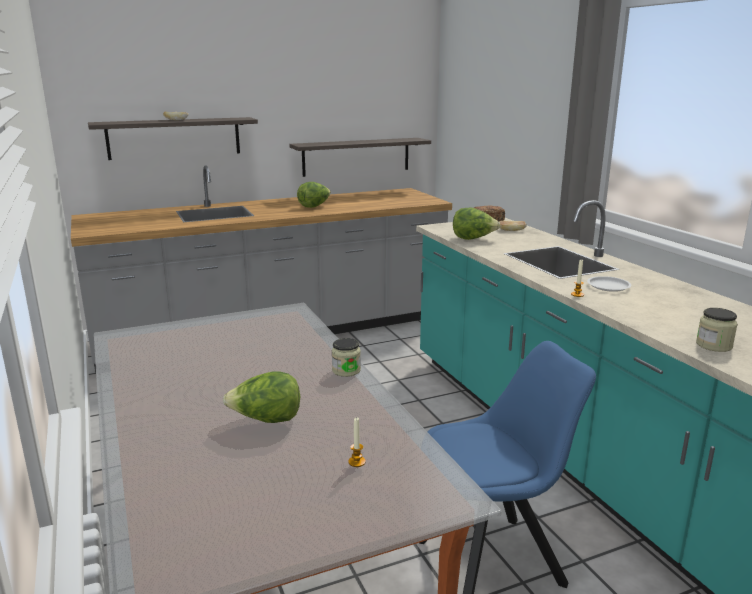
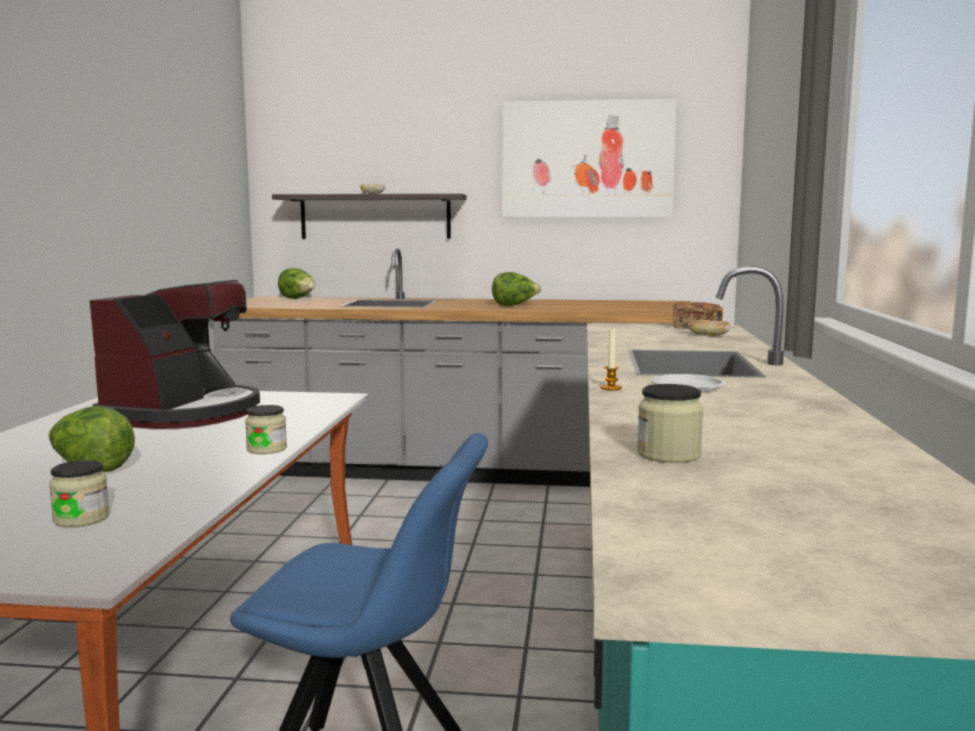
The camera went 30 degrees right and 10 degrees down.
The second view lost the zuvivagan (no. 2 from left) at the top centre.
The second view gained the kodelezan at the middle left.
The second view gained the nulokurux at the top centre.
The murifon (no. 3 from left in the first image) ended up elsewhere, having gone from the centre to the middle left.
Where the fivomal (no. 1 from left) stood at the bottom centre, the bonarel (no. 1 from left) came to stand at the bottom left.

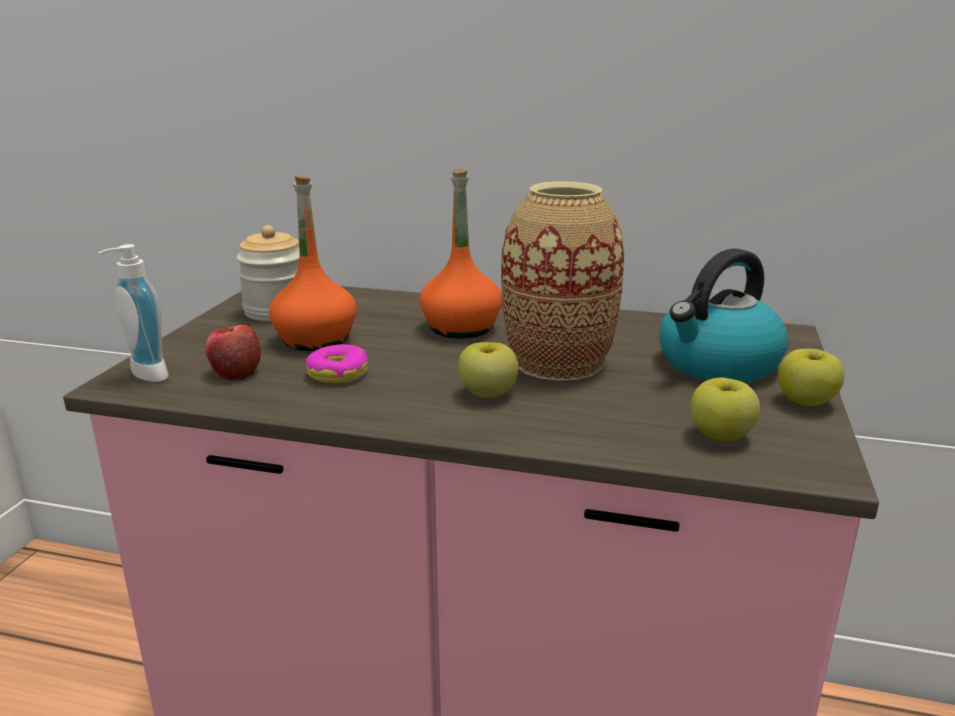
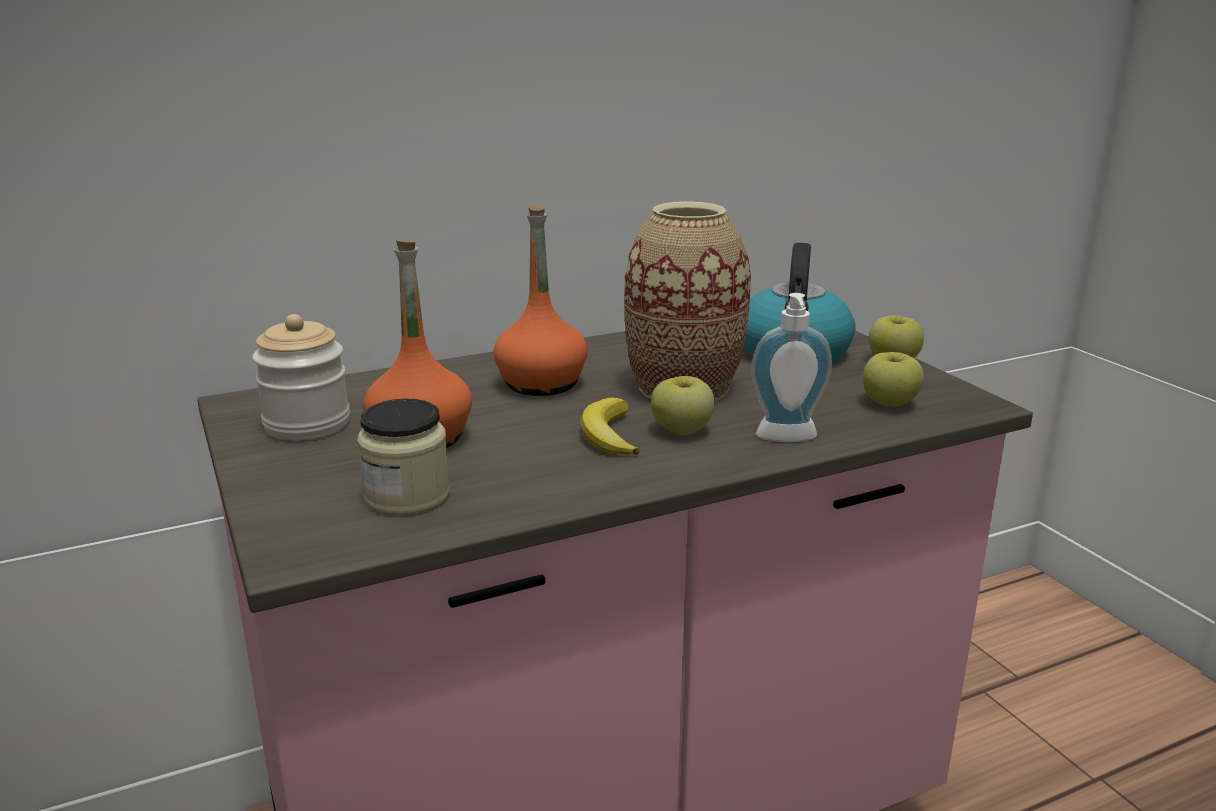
The camera went 40 degrees left and 0 degrees up.
The second view lost the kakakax at the centre.
The second view gained the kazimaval at the centre.
The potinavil ended up elsewhere, having gone from the middle left to the centre.
Where the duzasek (no. 1 from left) stood at the middle left, the bonarel (no. 2 from left) came to stand at the middle left.

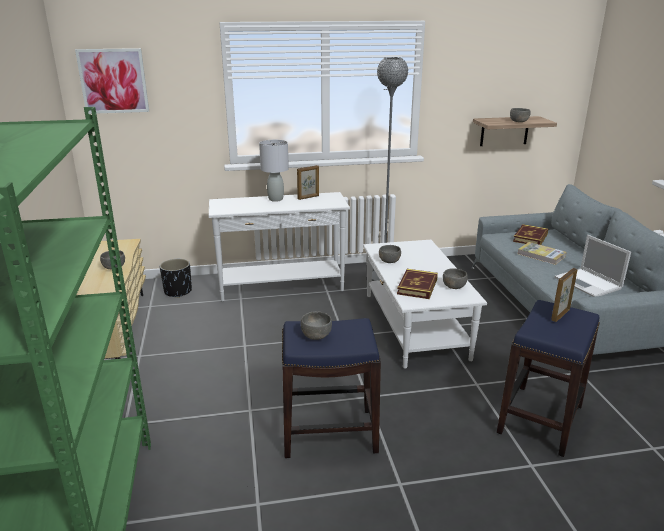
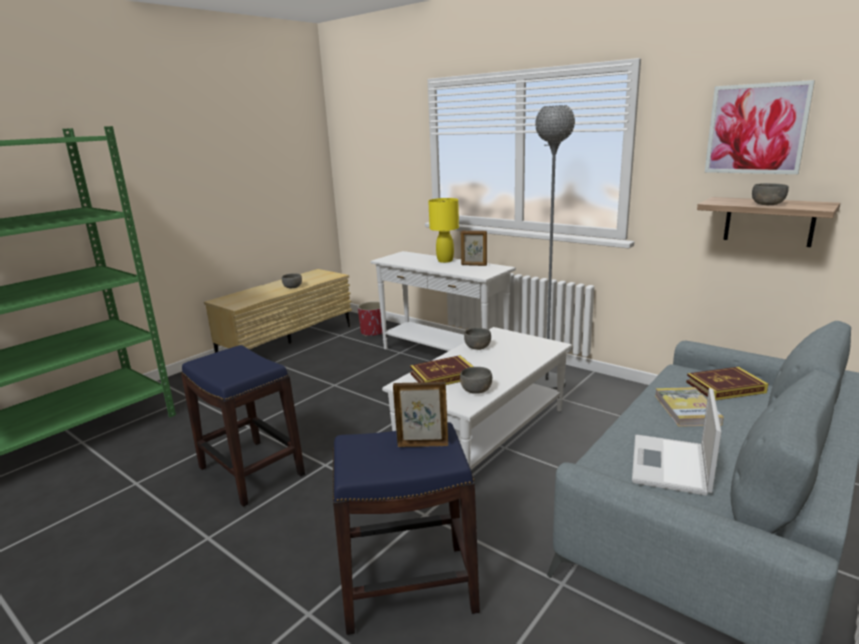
The camera went 50 degrees right and 5 degrees down.
The second view lost the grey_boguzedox (no. 2 from left) at the centre.
The nulokurux ended up elsewhere, having gone from the top left to the top right.
What was the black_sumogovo at the middle left turned into the red_sumogovo at the centre.
What was the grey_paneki at the top centre turned into the yellow_paneki at the centre.

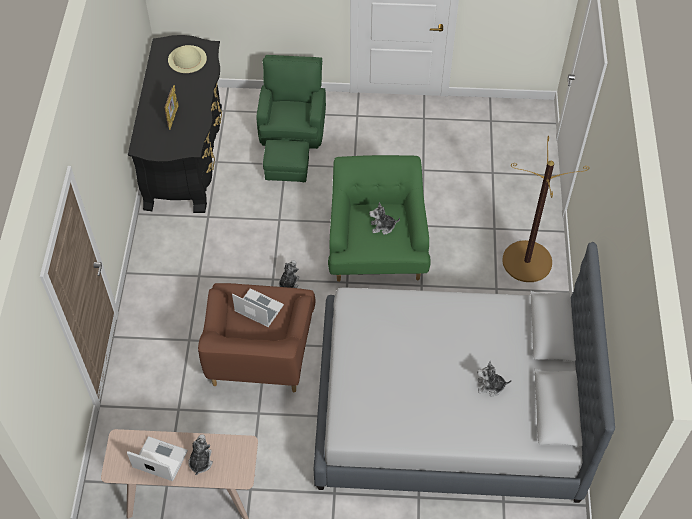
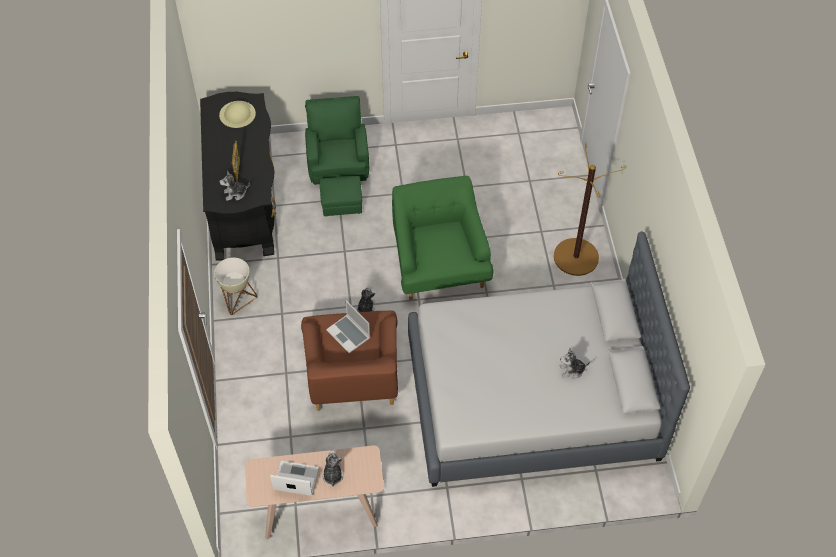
The camera went 10 degrees left and 0 degrees up.
The second view gained the sumogovo at the middle left.
The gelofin (no. 3 from left in the first image) ended up elsewhere, having gone from the centre to the middle left.
The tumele (no. 2 from left) at the centre ended up facing another way, 150 degrees counterclockwise from before.

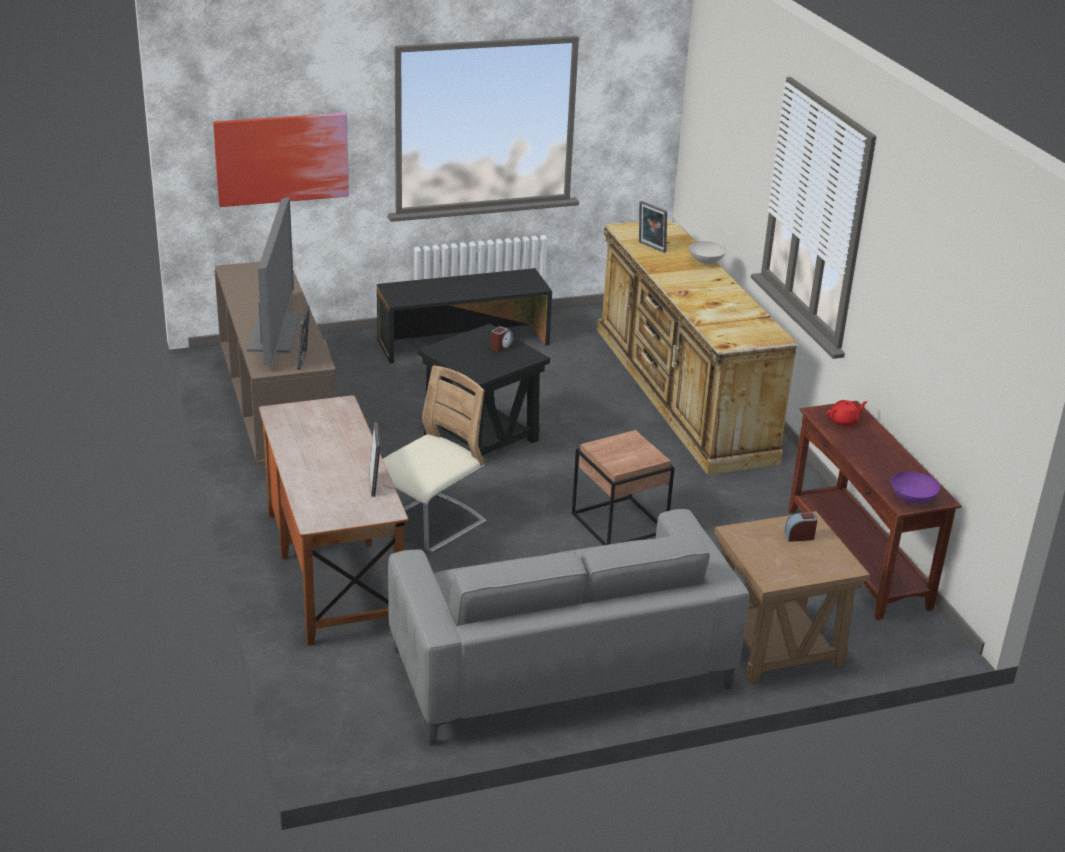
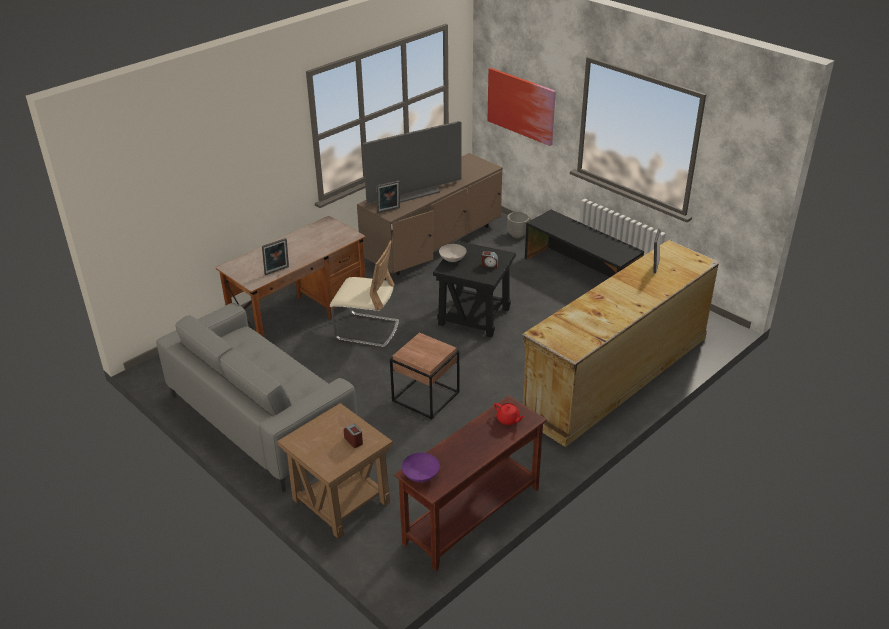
The camera went 65 degrees right and 5 degrees up.
The second view gained the sumogovo at the centre.
The white_boguzedox ended up elsewhere, having gone from the top centre to the centre.

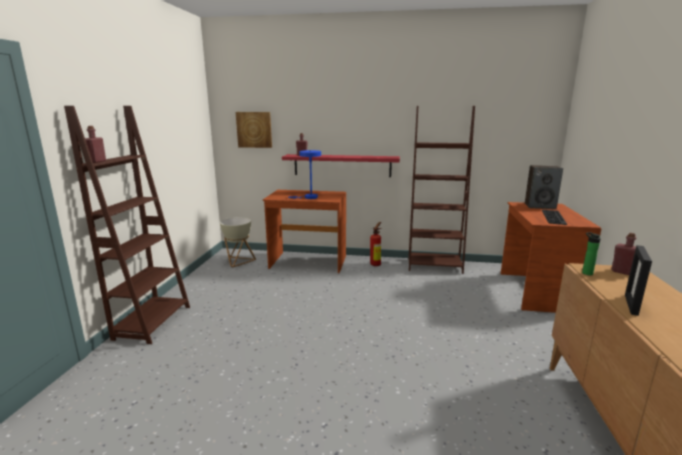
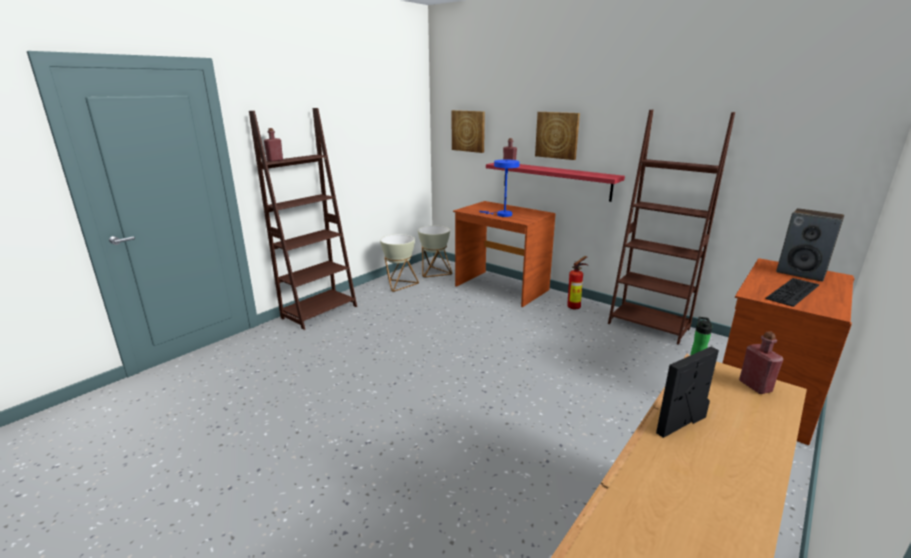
The camera went 30 degrees right and 5 degrees up.
The second view gained the sumogovo (no. 1 from left) at the centre.
The second view gained the nulokurux (no. 2 from left) at the top centre.

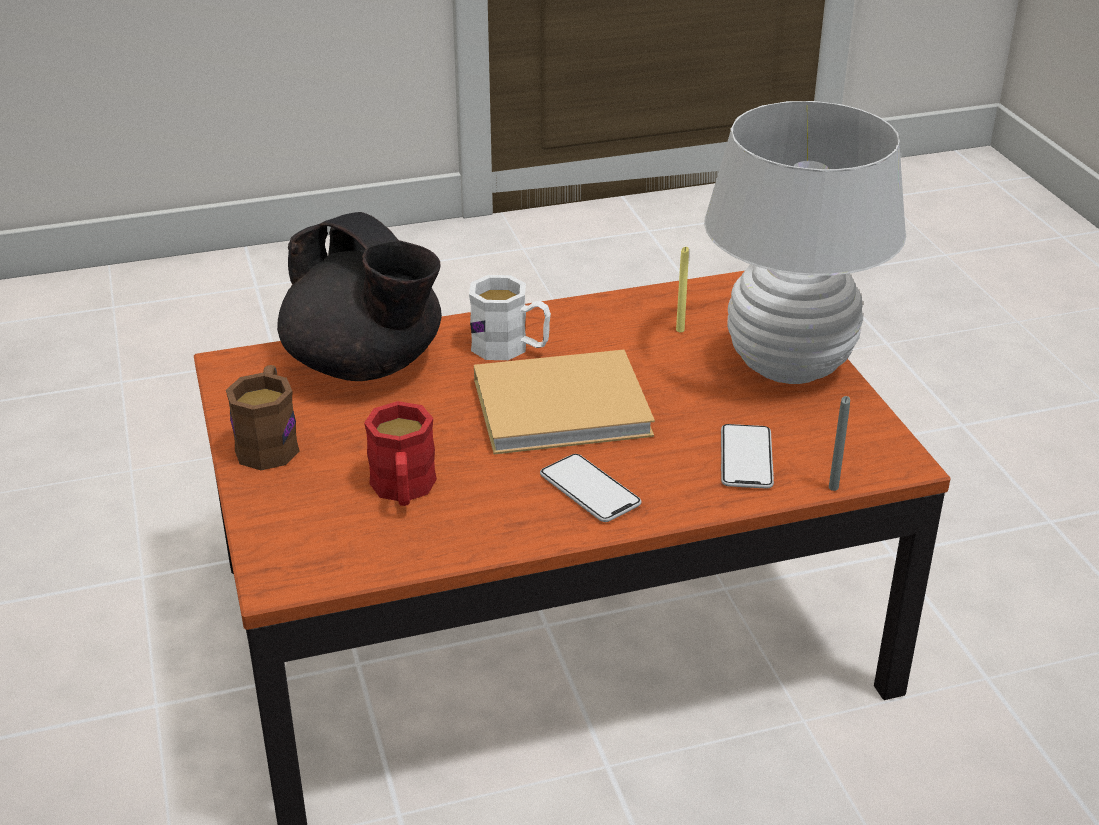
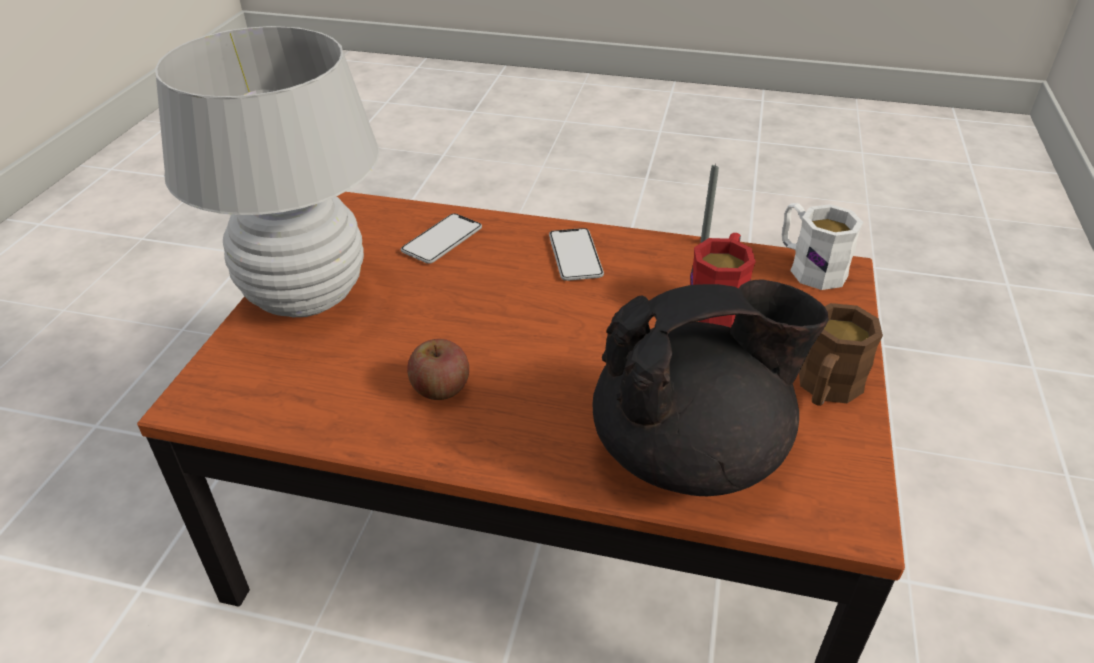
The camera went 150 degrees left and 5 degrees up.
The second view lost the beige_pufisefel at the centre.
The second view lost the yellow_fivomal at the centre.
The second view gained the duzasek at the centre.
The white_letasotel ended up elsewhere, having gone from the centre to the middle right.
The grey_fivomal ended up elsewhere, having gone from the middle right to the top centre.
The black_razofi at the middle left ended up facing another way, 90 degrees clockwise from before.

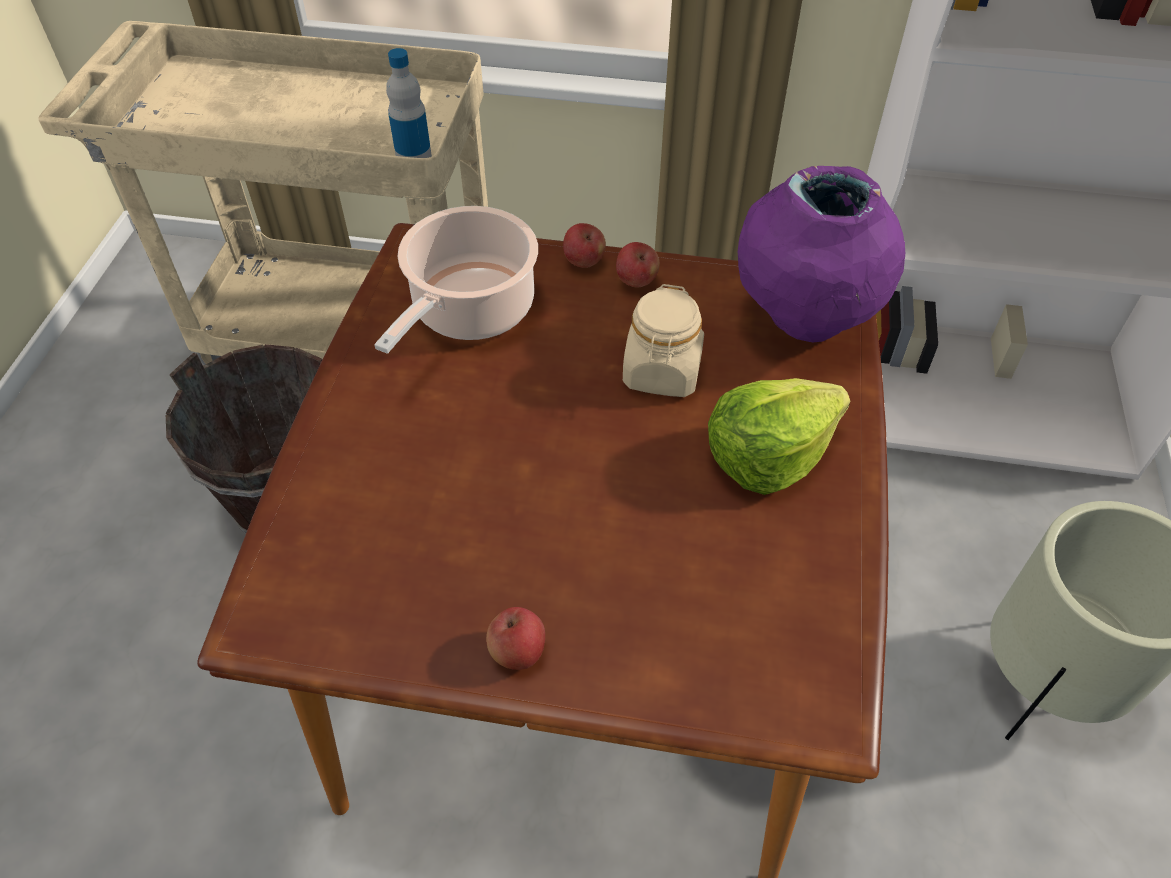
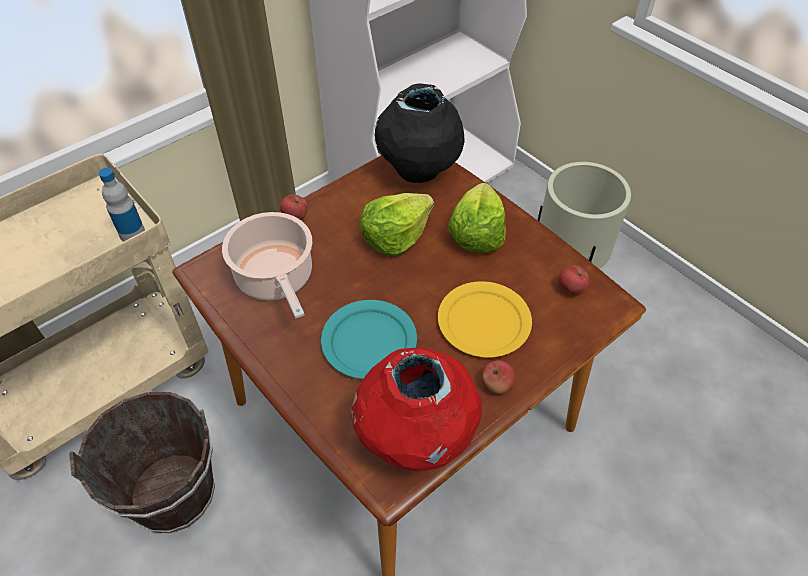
The camera went 50 degrees left and 0 degrees up.
The second view gained the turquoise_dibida at the centre.
The second view gained the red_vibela at the bottom centre.
The second view gained the yellow_dibida at the centre.
The duzasek (no. 3 from left) ended up elsewhere, having gone from the top centre to the middle right.
Where the beige_bonarel stood at the centre, the murifon (no. 1 from left) came to stand at the centre.
What was the purple_vibela at the top right turned into the black_vibela at the top centre.

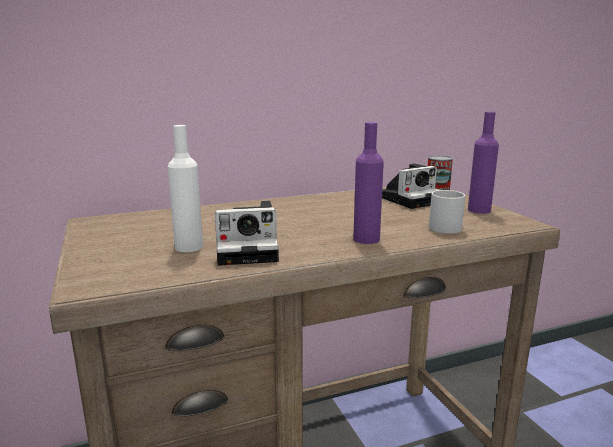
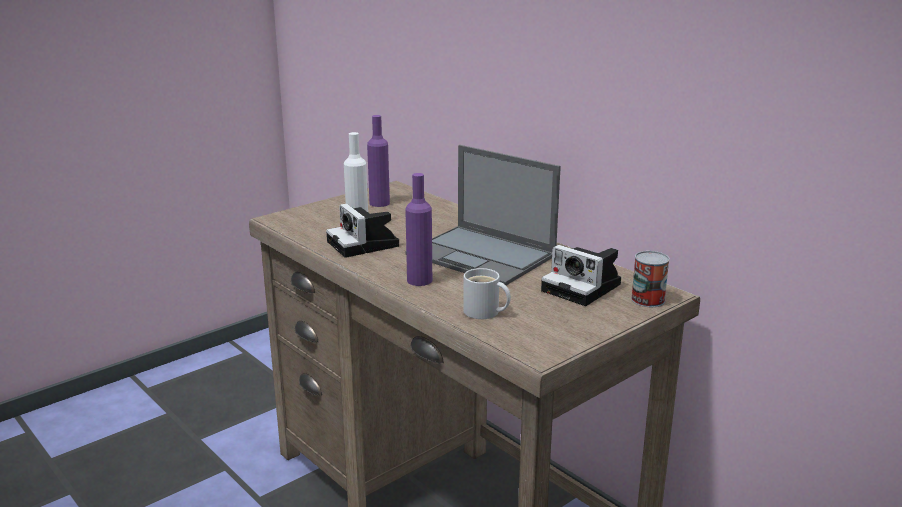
The camera went 70 degrees right and 5 degrees up.
The second view gained the tumele at the centre.
The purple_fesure (no. 2 from left in the first image) ended up elsewhere, having gone from the middle right to the top centre.

